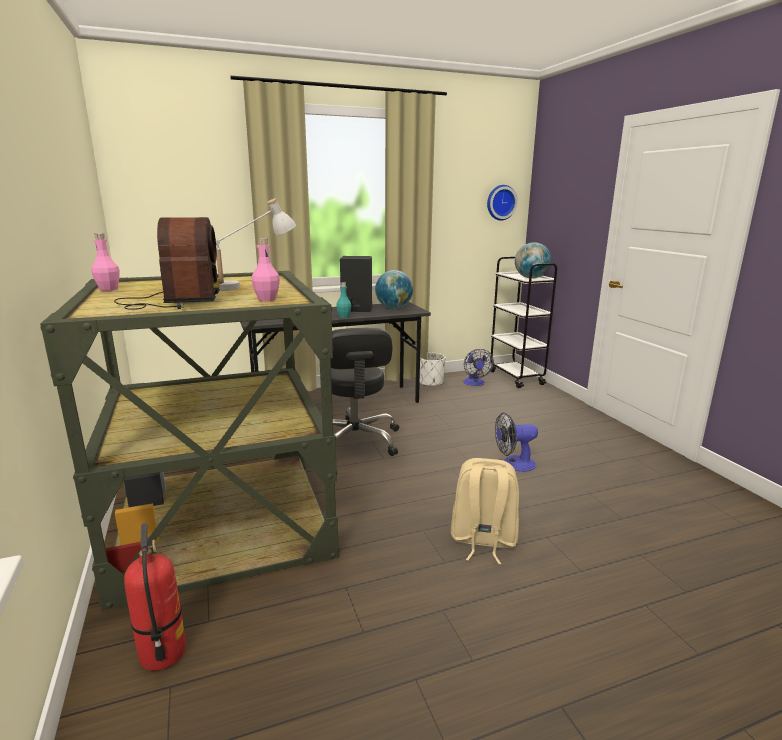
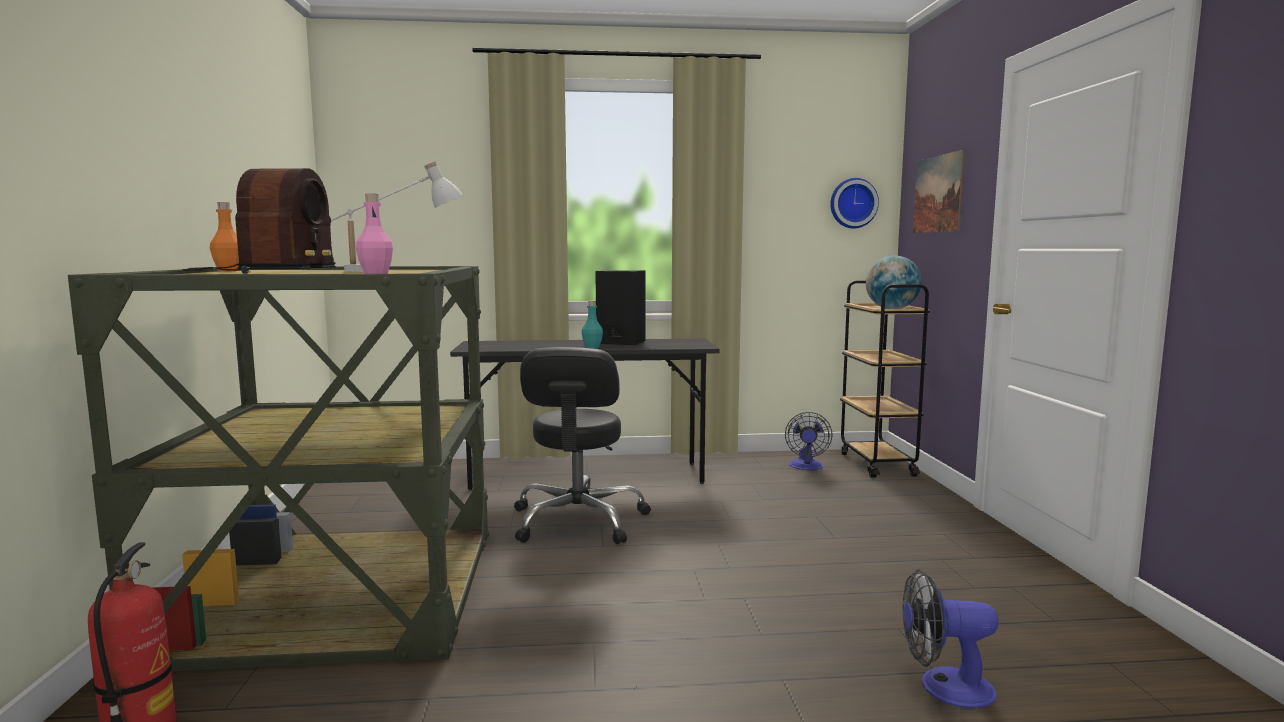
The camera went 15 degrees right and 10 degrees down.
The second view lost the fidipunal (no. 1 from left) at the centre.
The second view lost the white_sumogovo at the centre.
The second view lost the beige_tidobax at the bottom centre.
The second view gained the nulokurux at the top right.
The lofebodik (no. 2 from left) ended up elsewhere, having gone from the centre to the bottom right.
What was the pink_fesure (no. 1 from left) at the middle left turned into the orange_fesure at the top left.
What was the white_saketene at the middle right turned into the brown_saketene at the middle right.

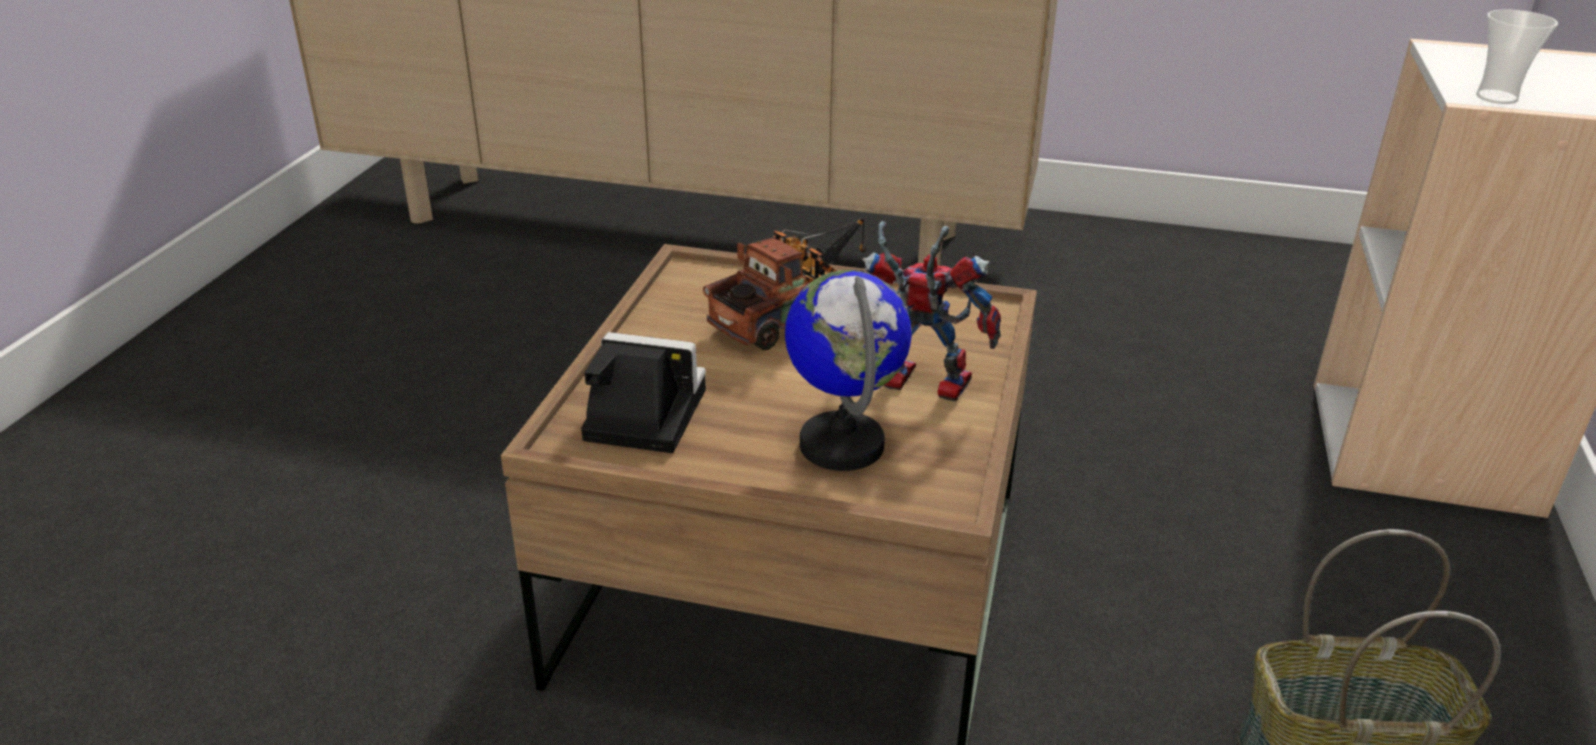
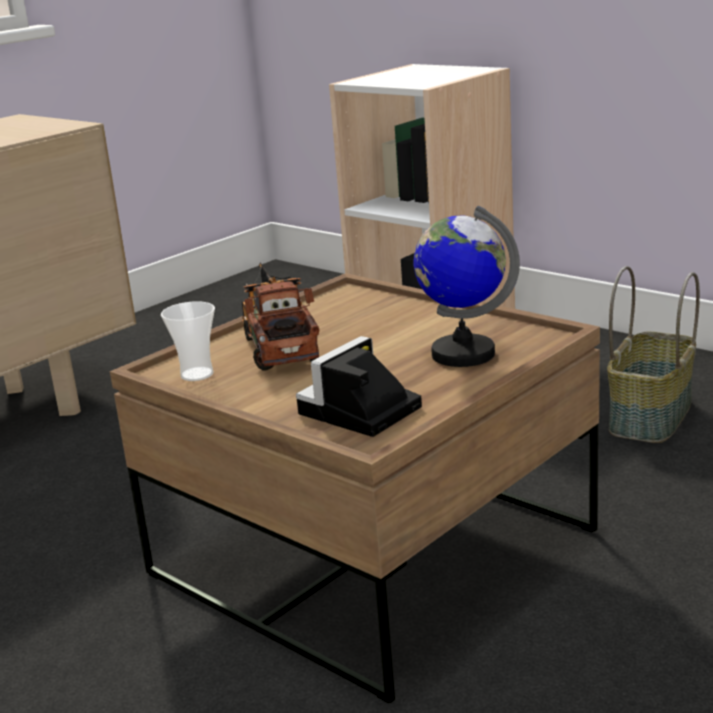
The camera went 60 degrees left and 10 degrees down.
The second view lost the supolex at the centre.
The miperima ended up elsewhere, having gone from the top right to the middle left.

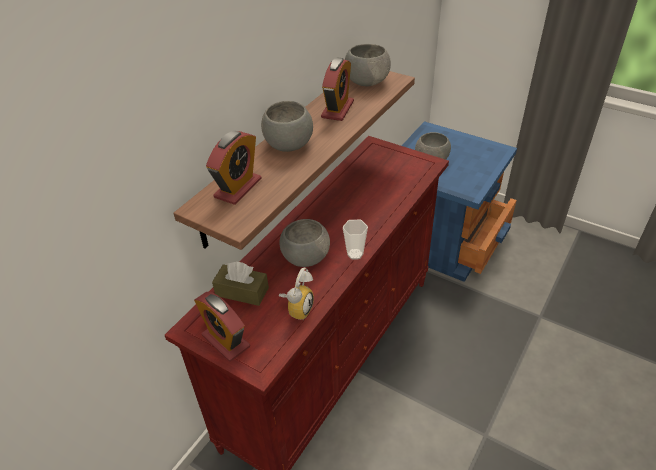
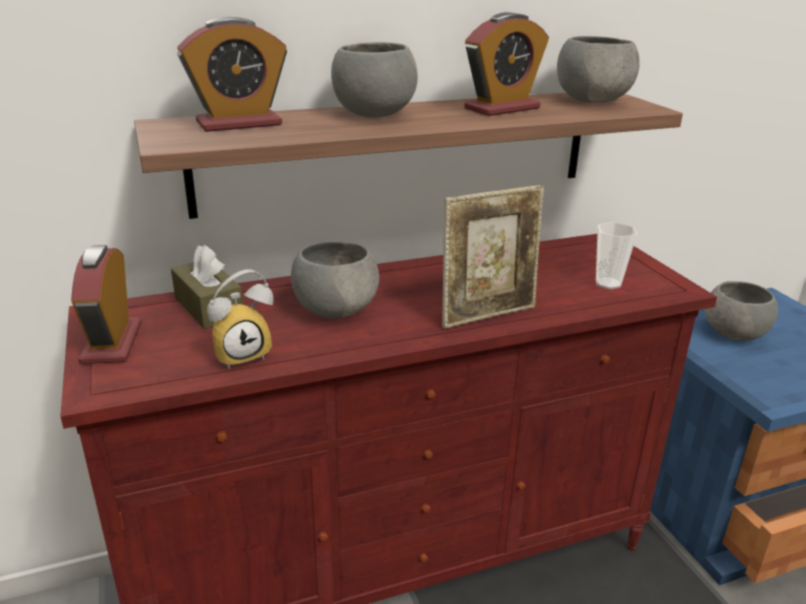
The camera went 35 degrees right and 15 degrees down.
The second view gained the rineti at the centre.
The miperima ended up elsewhere, having gone from the centre to the middle right.

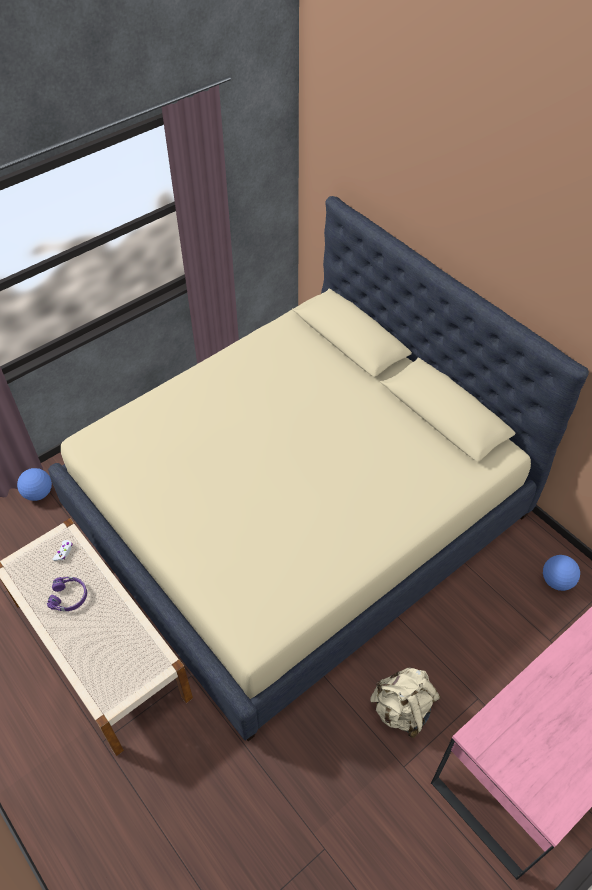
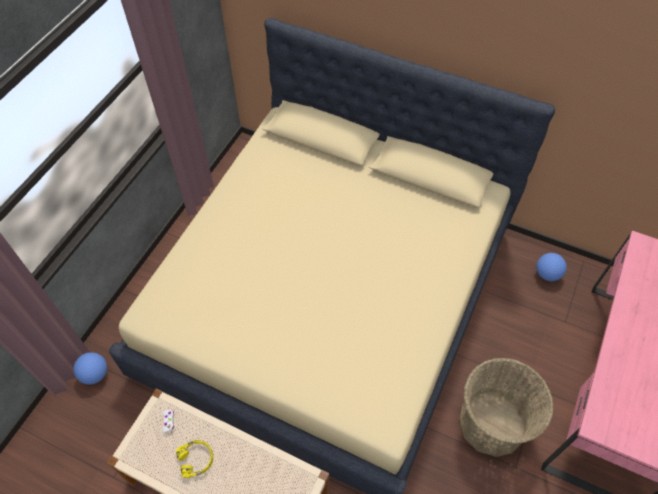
The camera went 25 degrees left and 5 degrees up.
Where the beige_tidobax stood at the bottom right, the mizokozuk came to stand at the bottom right.
What was the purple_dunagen at the bottom left turned into the yellow_dunagen at the bottom left.

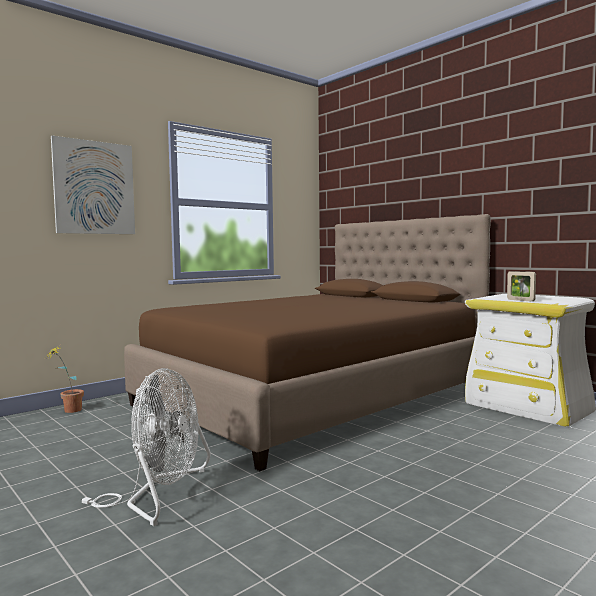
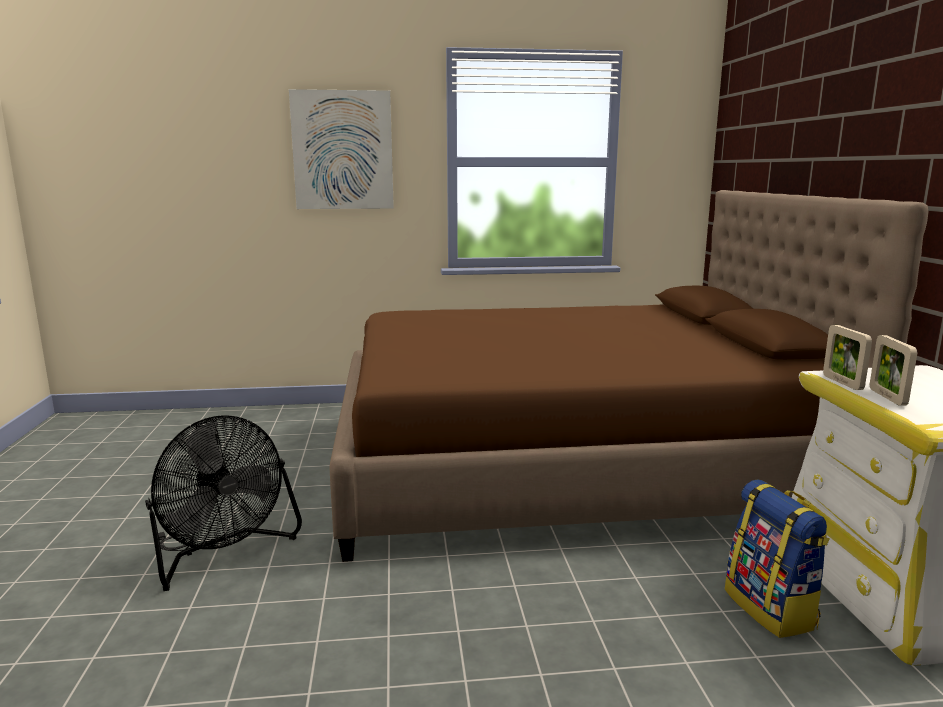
The camera went 35 degrees right and 10 degrees up.
The second view lost the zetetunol at the middle left.
The second view gained the tidobax at the bottom right.
The second view gained the rineti (no. 1 from left) at the middle right.
What was the white_lofebodik at the bottom left turned into the black_lofebodik at the bottom left.

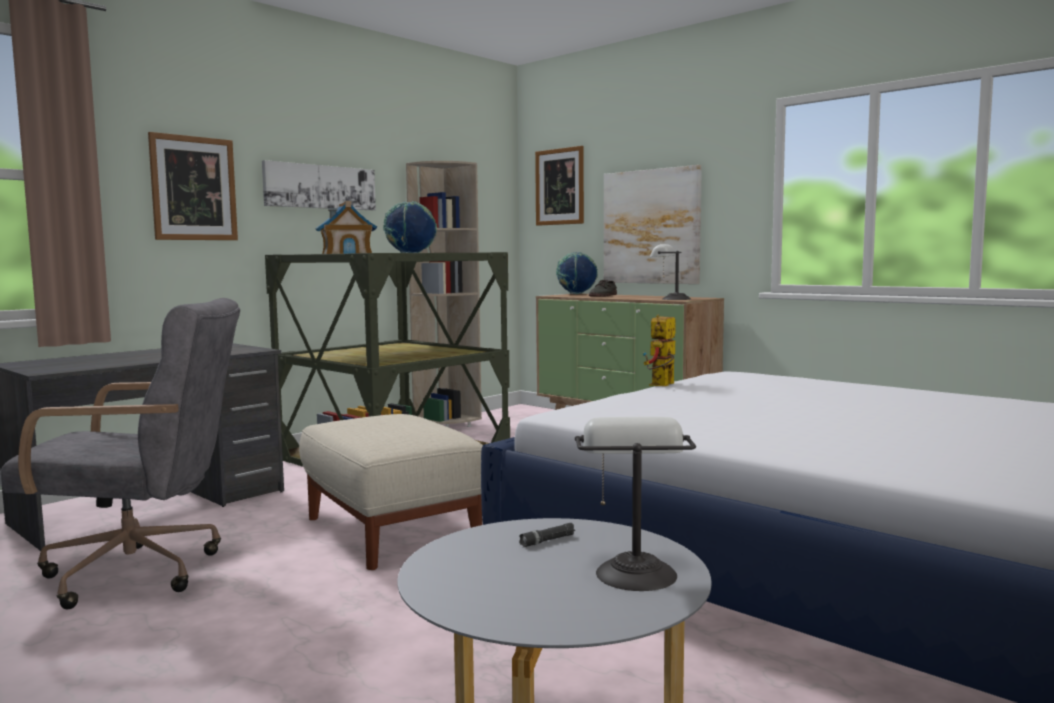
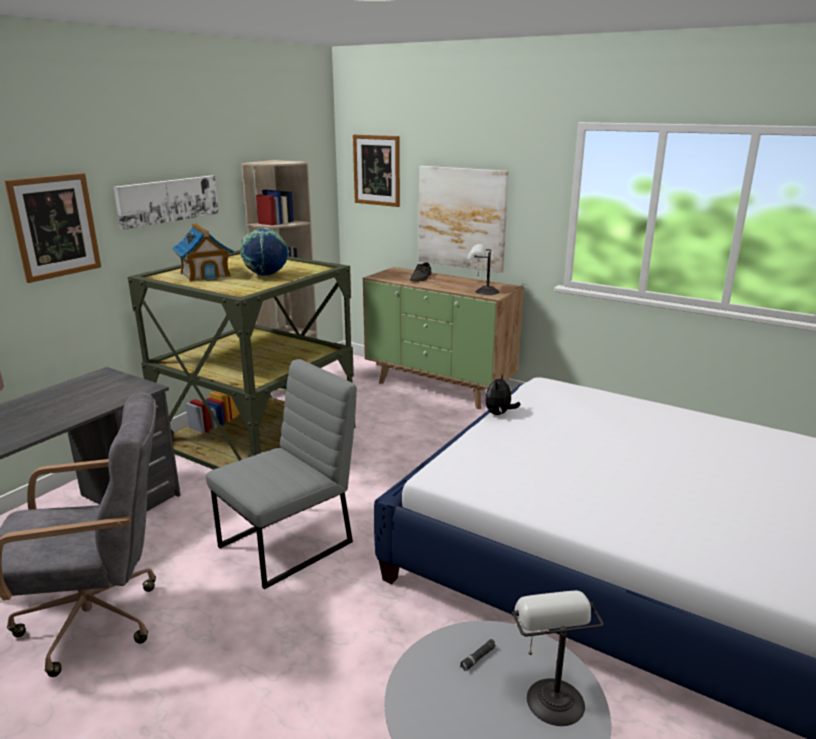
The camera went 10 degrees left and 15 degrees up.
The second view lost the fidipunal (no. 2 from left) at the centre.
Where the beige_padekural stood at the bottom centre, the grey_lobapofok came to stand at the centre.
Where the supolex stood at the centre, the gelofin came to stand at the centre.

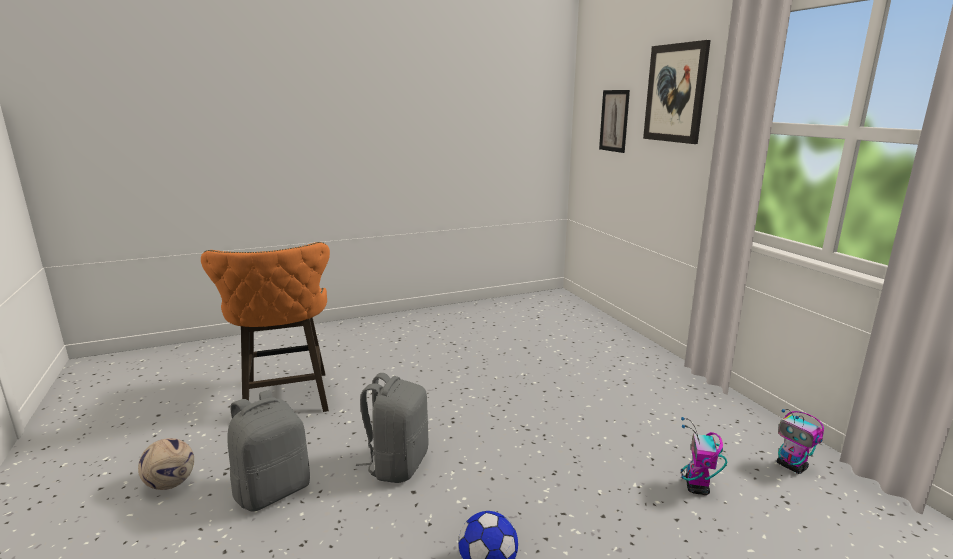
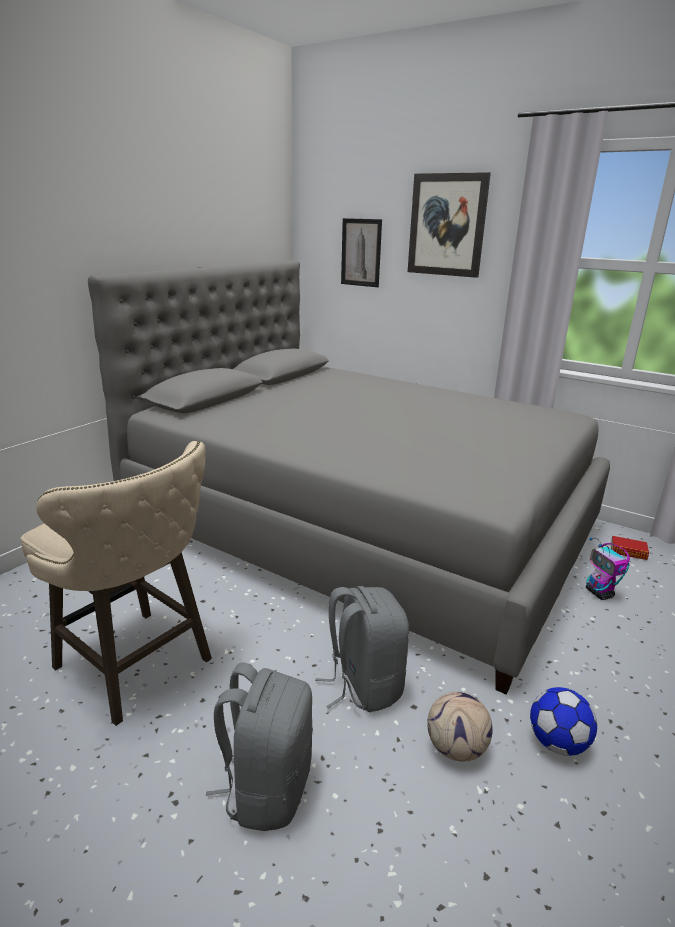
The camera went 35 degrees left and 5 degrees up.
The second view gained the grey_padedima at the centre.
The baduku (no. 1 from left) ended up elsewhere, having gone from the bottom left to the bottom right.
Where the supolex (no. 2 from left) stood at the bottom right, the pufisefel came to stand at the middle right.
What was the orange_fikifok at the middle left turned into the beige_fikifok at the middle left.

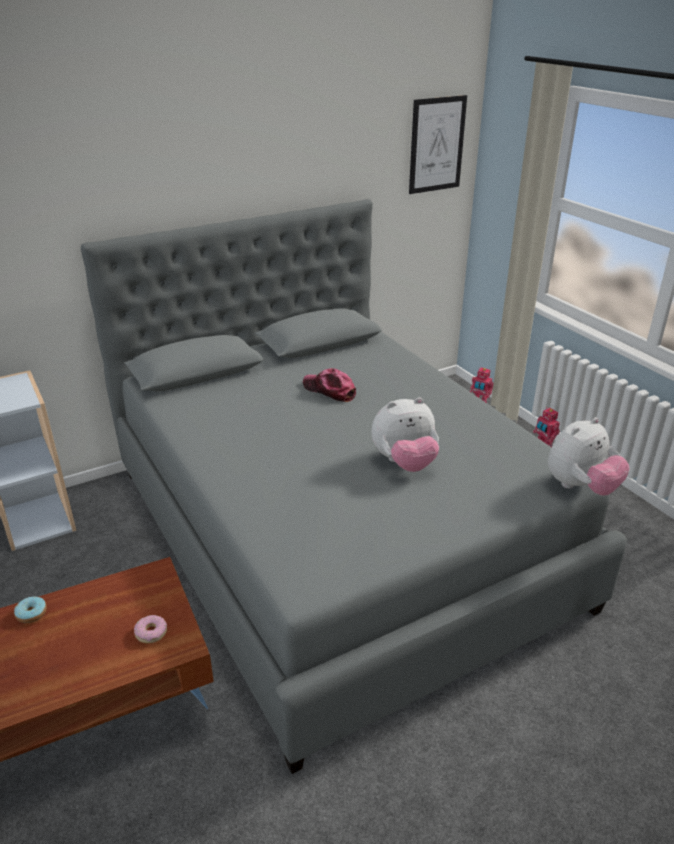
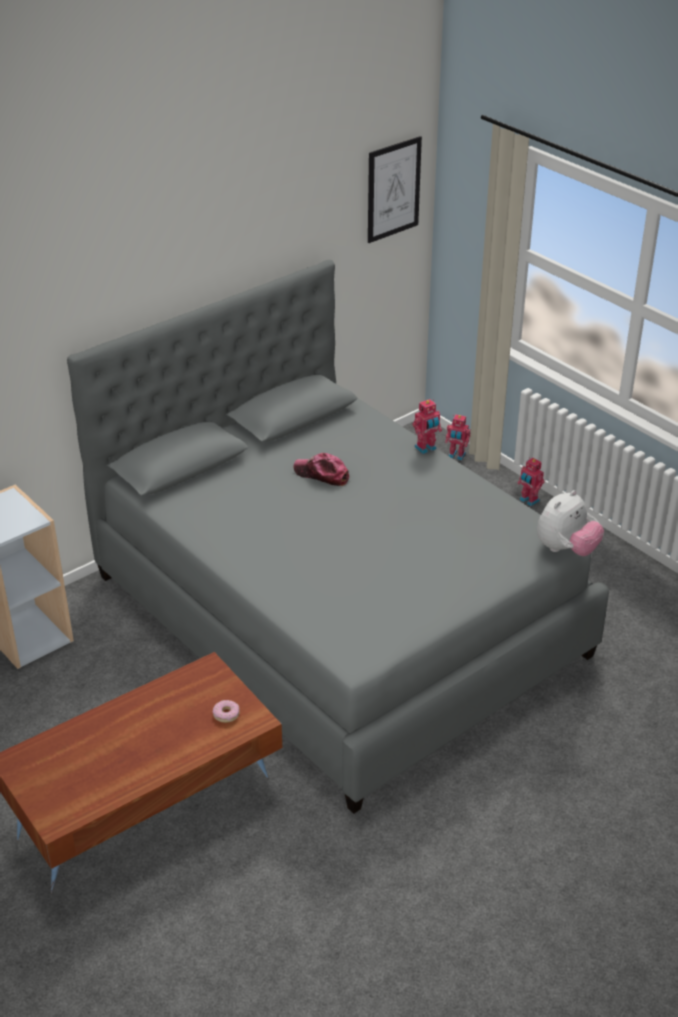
The camera went 10 degrees left and 5 degrees up.
The second view lost the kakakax (no. 1 from left) at the bottom left.
The second view lost the gelofin (no. 1 from left) at the centre.
The second view gained the supolex (no. 1 from left) at the centre.

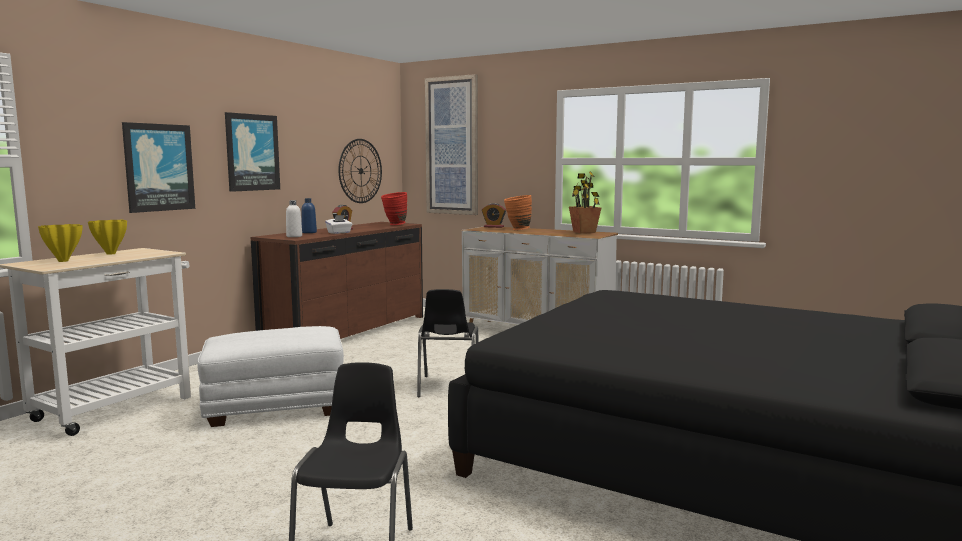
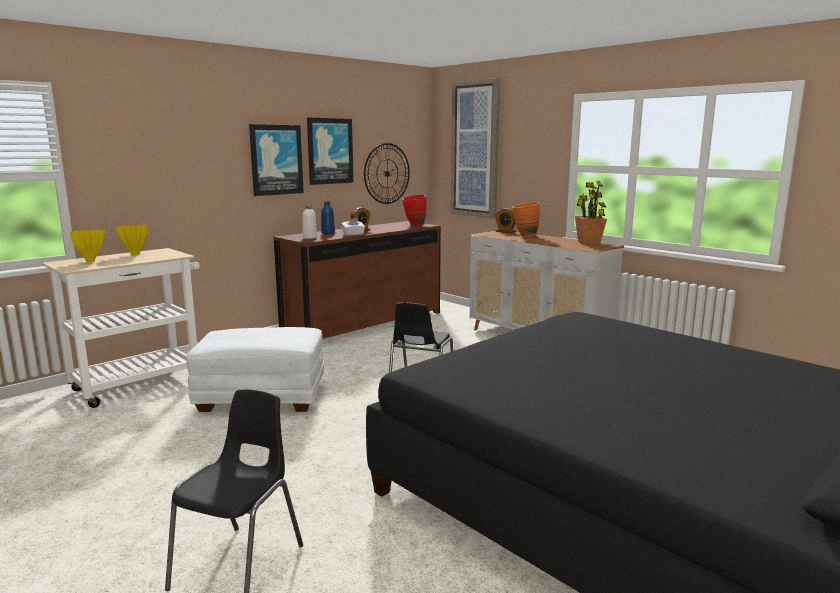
The camera went 15 degrees right and 5 degrees up.
The nulokurux (no. 1 from left in the first image) ended up elsewhere, having gone from the top left to the top centre.

